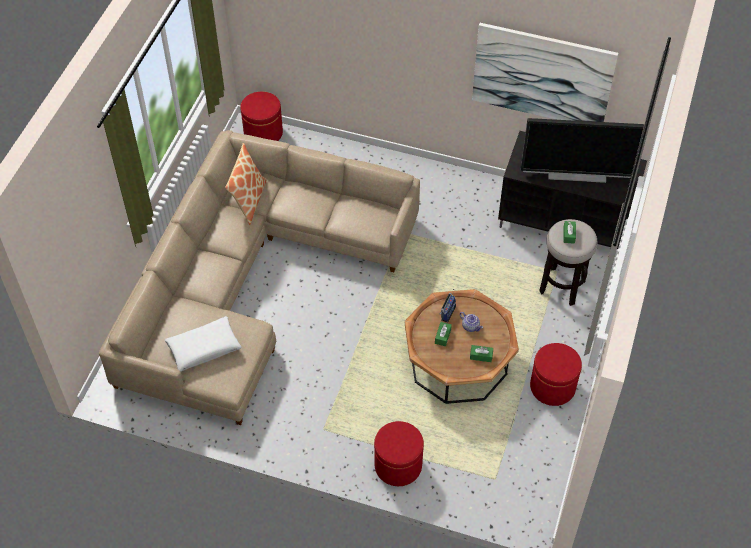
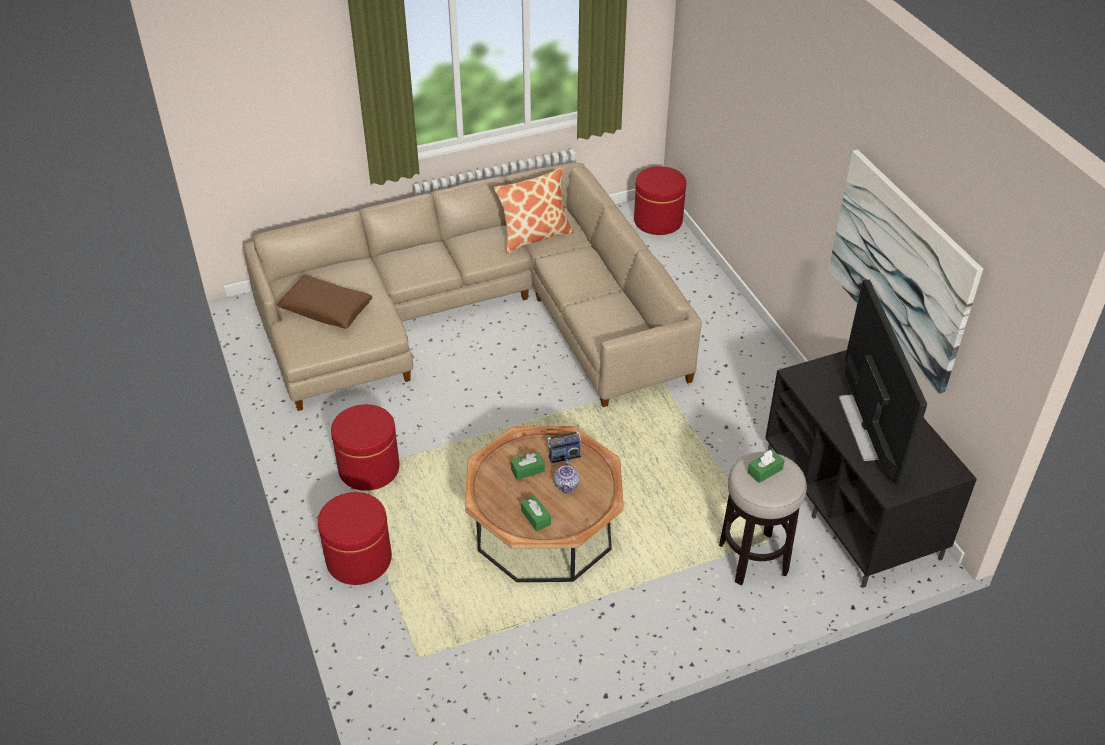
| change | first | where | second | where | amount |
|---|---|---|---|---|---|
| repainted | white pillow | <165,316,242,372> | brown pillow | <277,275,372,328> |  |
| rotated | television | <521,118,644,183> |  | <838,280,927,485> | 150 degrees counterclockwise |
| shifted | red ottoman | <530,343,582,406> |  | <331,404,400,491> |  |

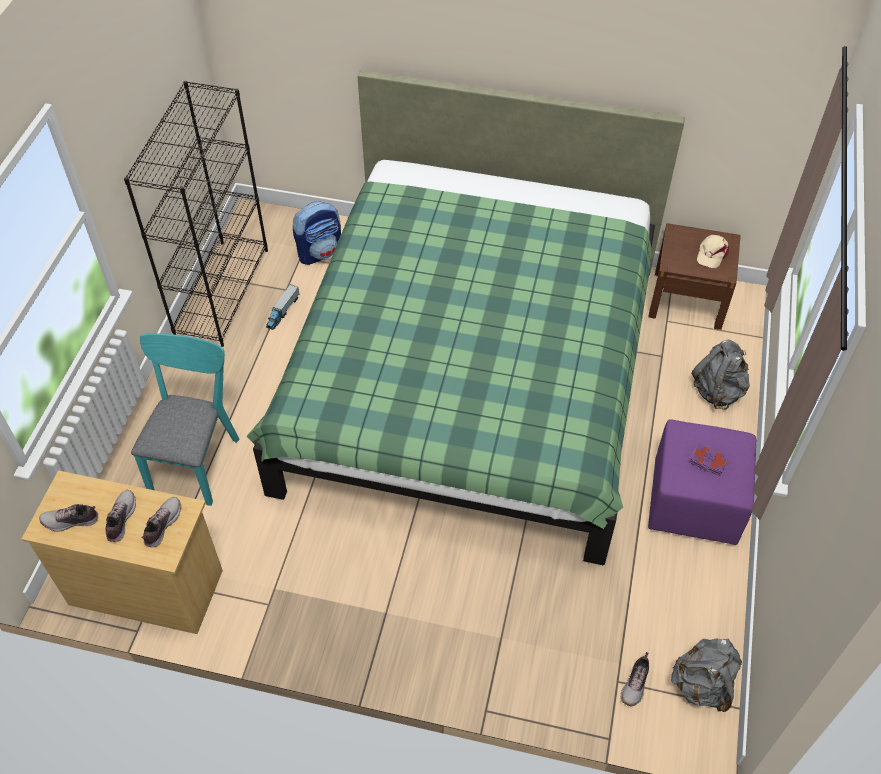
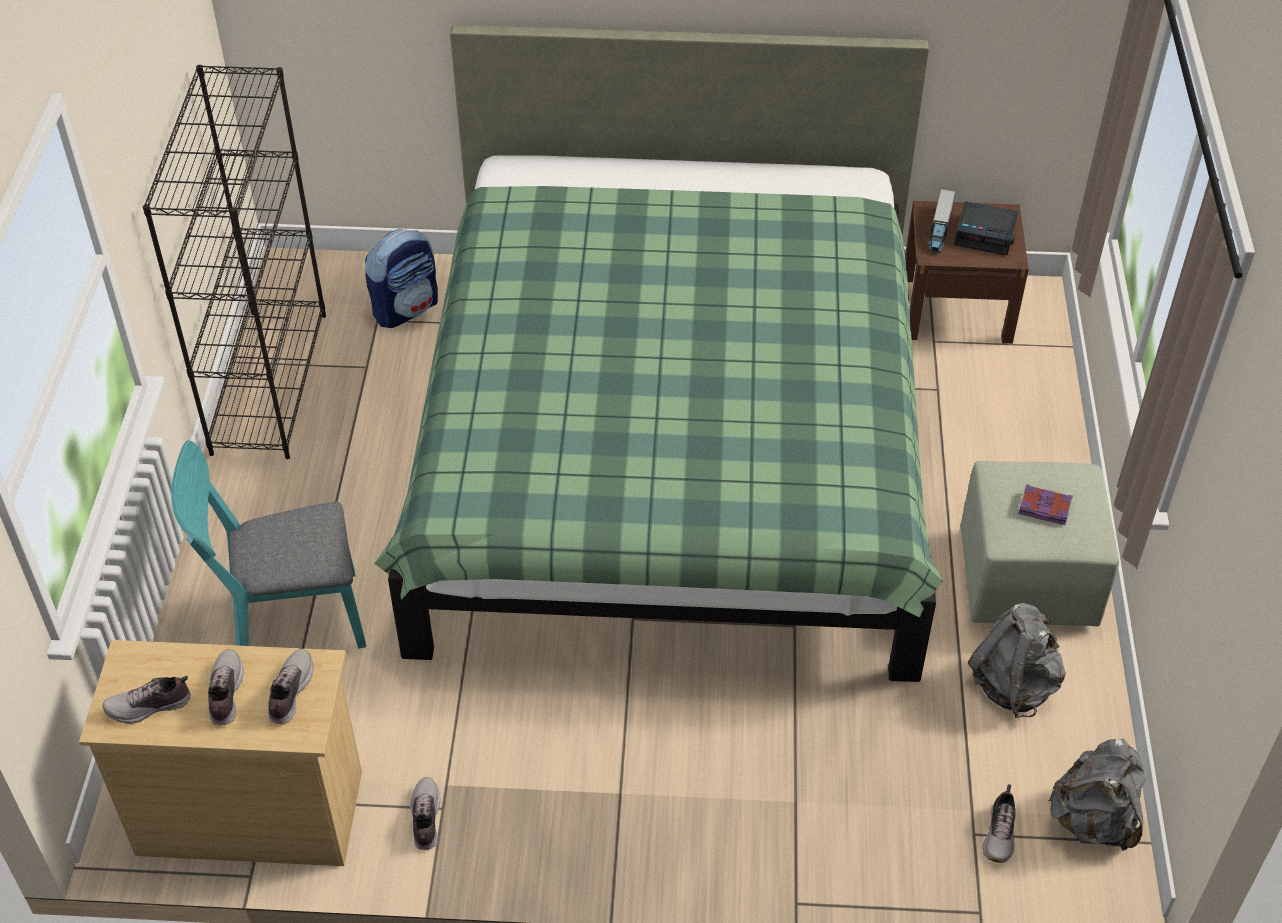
| change | first | where | second | where | amount |
|---|---|---|---|---|---|
| rotated | blue-green chair | <131,333,240,506> |  | <171,440,366,649> | 105 degrees counterclockwise |
| shifted | toy truck | <266,284,299,330> |  | <928,188,955,253> |  |
| repainted | purple ottoman | <648,419,756,545> | greenish ottoman | <960,461,1119,626> |  |
| shifted | greyish knapsack | <692,340,750,410> |  | <968,603,1066,718> |  |
| swapped | beige-coloured cap | <697,235,729,268> | bedside clock | <954,201,1018,255> |  |
| new |  |  | shoe | <410,777,441,850> |  |

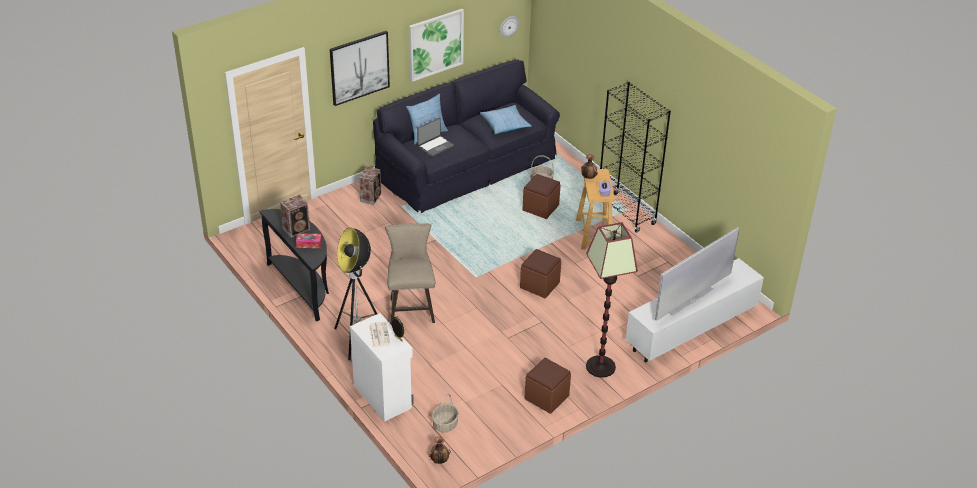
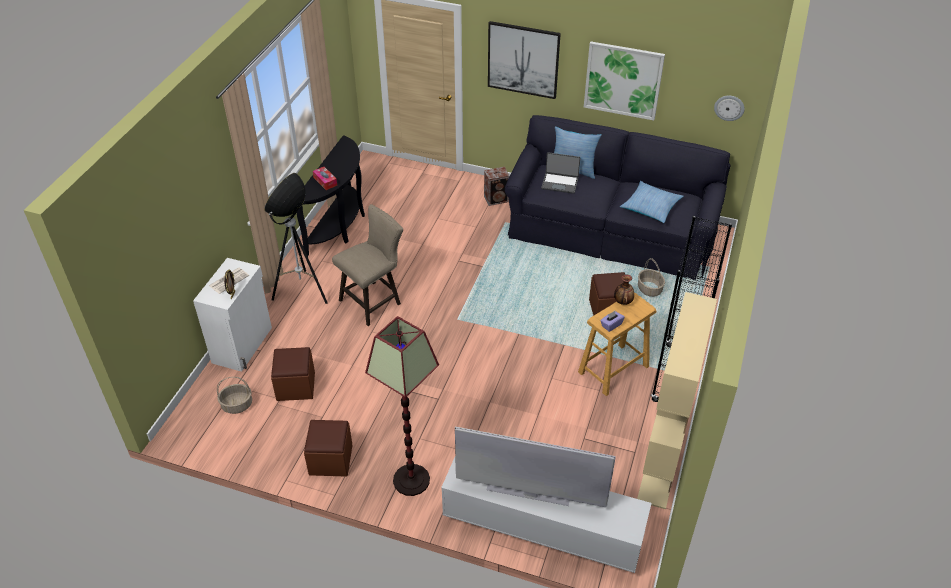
| change | first | where | second | where | amount |
|---|---|---|---|---|---|
| gone | speaker | <280,194,310,238> |  |  |  |
| gone | vase | <428,437,451,464> |  |  |  |
| shifted | brown ottoman | <520,249,561,298> |  | <271,347,315,401> |  |
| new |  |  | beige-coloured shelving unit | <637,292,717,509> |  |

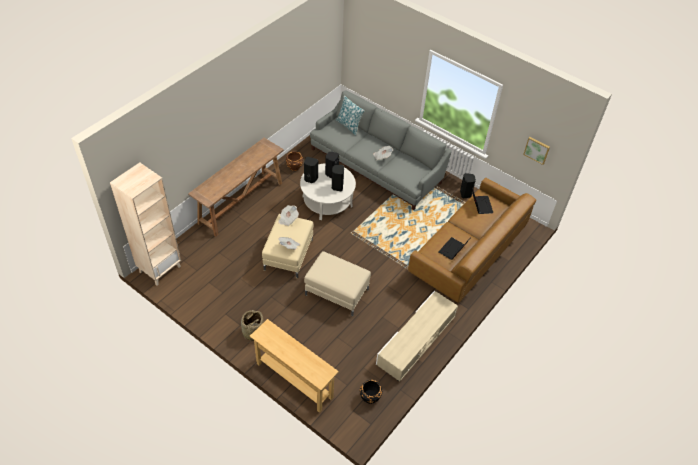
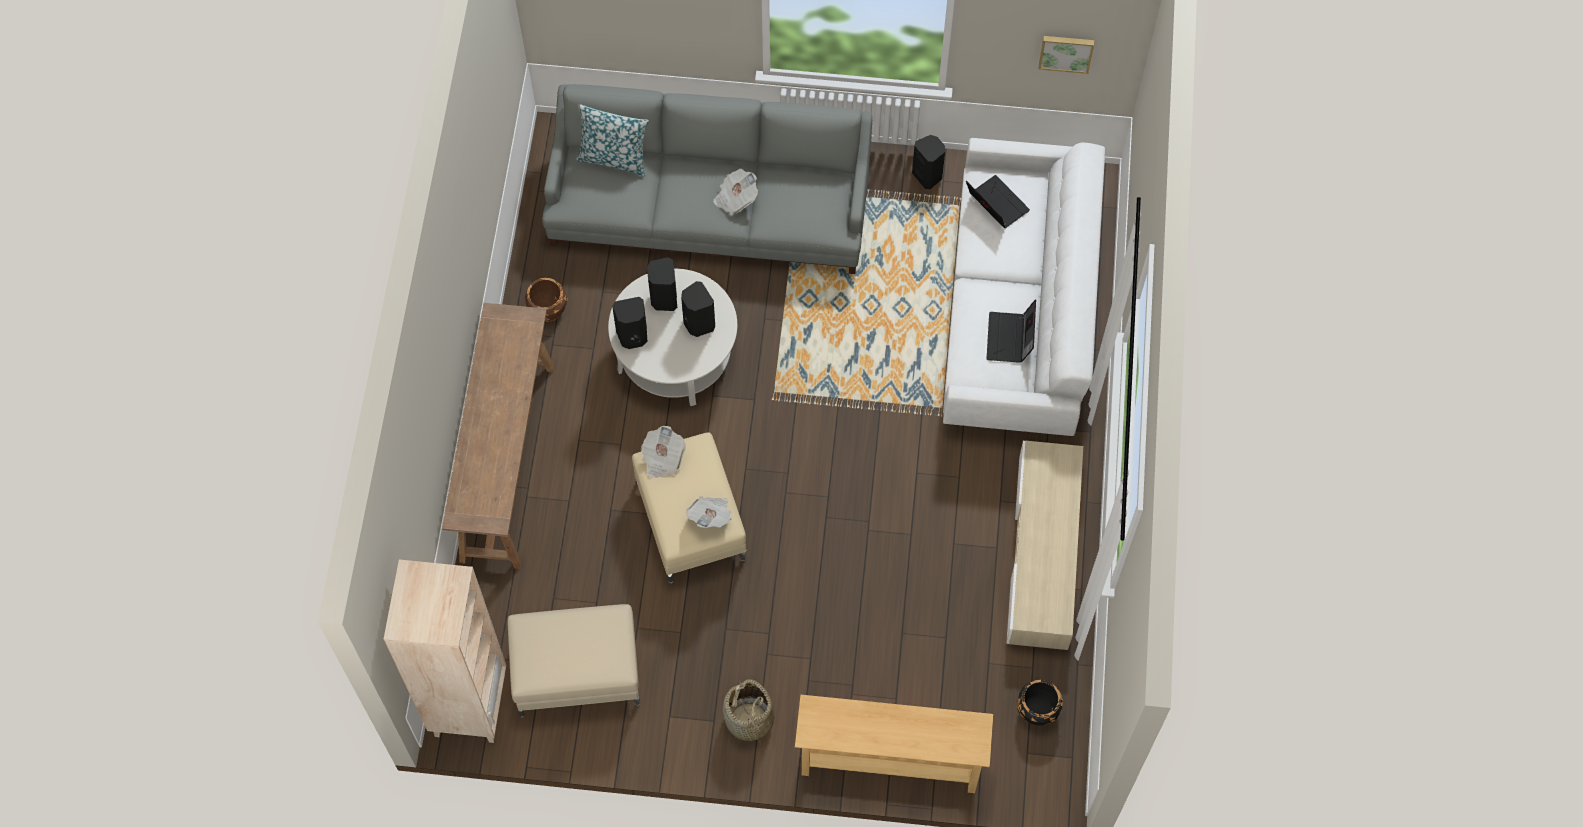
| change | first | where | second | where | amount |
|---|---|---|---|---|---|
| shifted | beige-coloured ottoman | <304,251,371,316> |  | <507,604,640,717> |  |
| repainted | brown couch | <408,177,536,303> | white couch | <943,138,1105,436> |  |

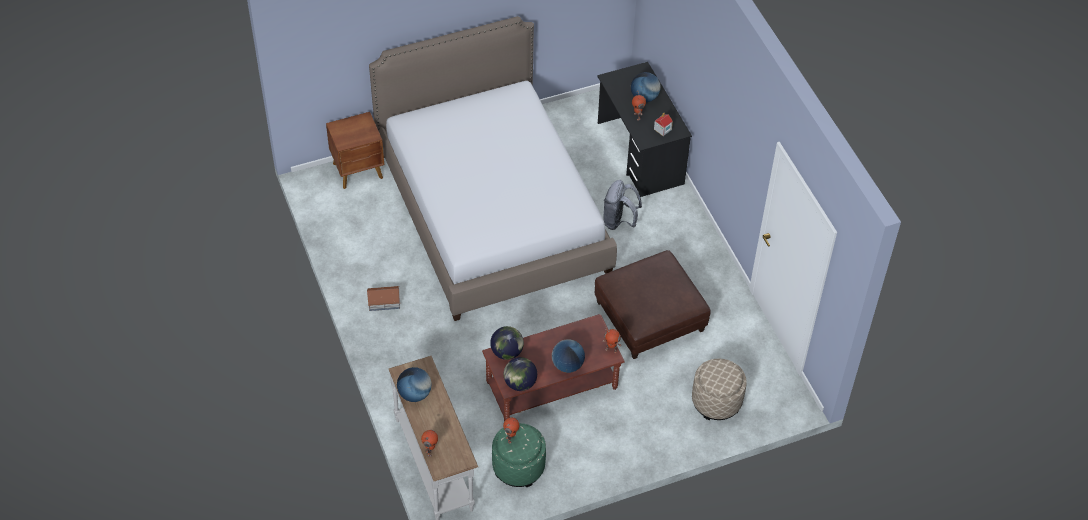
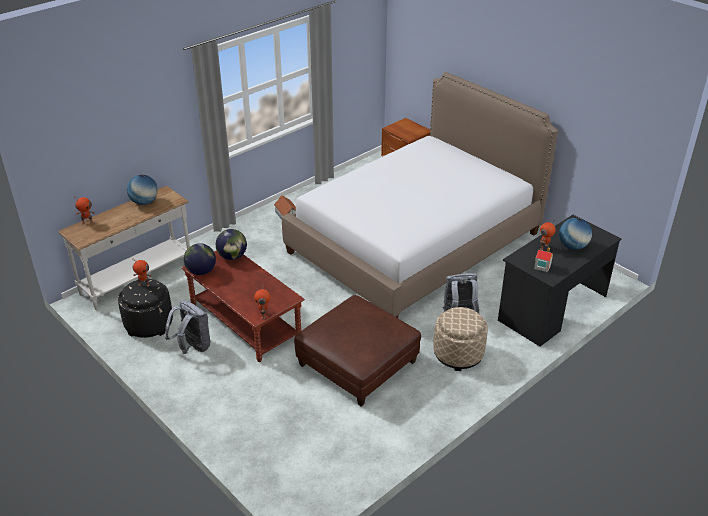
| change | first | where | second | where | amount |
|---|---|---|---|---|---|
| repainted | greenish ottoman | <492,423,546,487> | black-coloured ottoman | <118,279,173,338> |  |
| gone | world globe | <552,339,585,373> |  |  |  |
| shifted | beige-coloured ottoman | <692,359,747,420> |  | <433,307,488,371> |  |
| new |  |  | greyish knapsack | <165,301,210,354> |  |

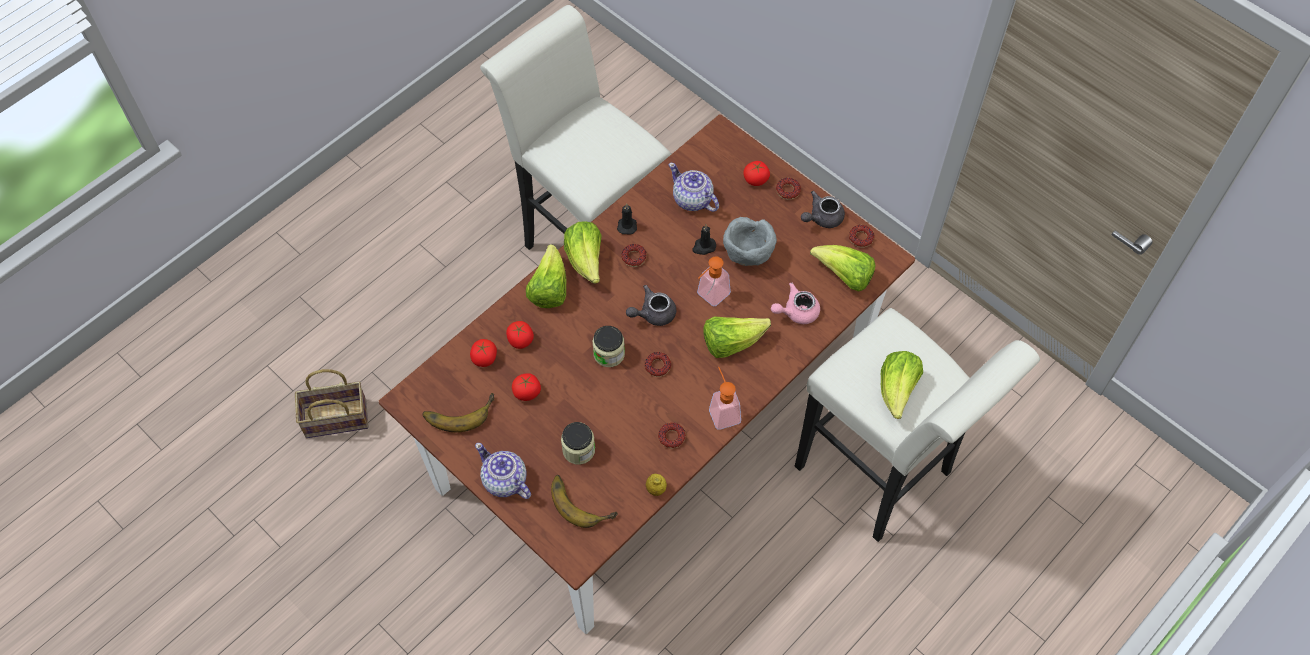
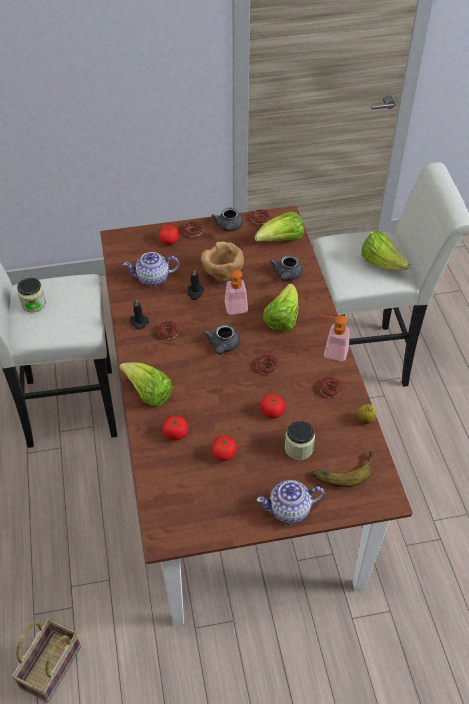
| change | first | where | second | where | amount |
|---|---|---|---|---|---|
| gone | banana fruit | <422,393,494,432> |  |  |  |
| shifted | whole tomato | <470,339,497,367> |  | <260,394,285,418> |  |
| gone | head of lettuce | <564,221,602,284> |  |  |  |
| shifted | storage jar | <593,326,625,367> |  | <17,278,46,312> |  |
| repainted | greyish serving bowl | <723,217,777,266> | brown serving bowl | <201,241,244,282> |  |
| repainted | pinkish pot for tea | <771,282,820,324> | greyish pot for tea | <270,255,303,281> |  |

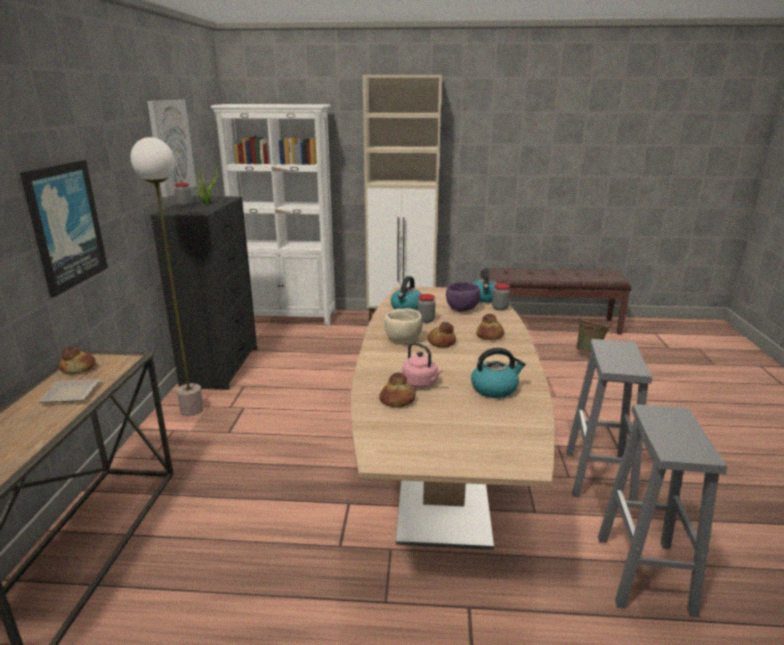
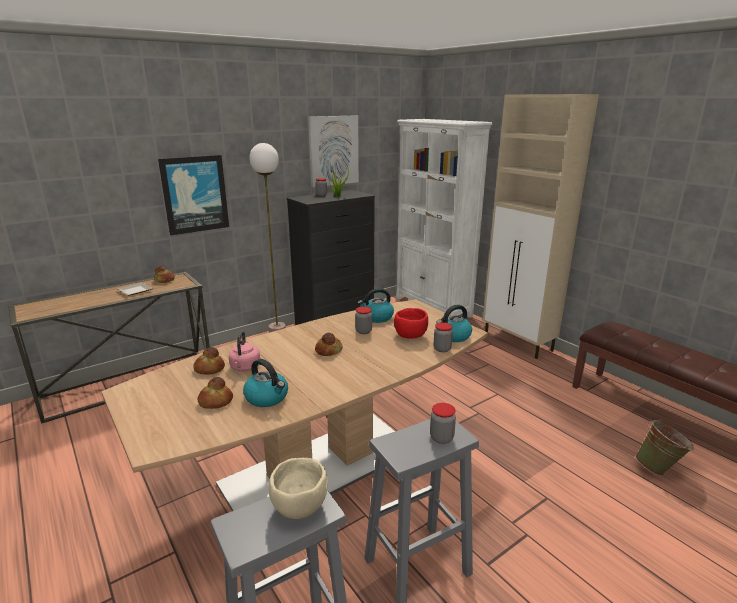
| change | first | where | second | where | amount |
|---|---|---|---|---|---|
| shifted | beige-coloured serving bowl | <384,308,423,342> |  | <269,458,328,519> |  |
| repainted | purple serving bowl | <446,282,480,312> | red serving bowl | <394,308,428,339> |  |
| shifted | bakery bread | <476,314,504,340> |  | <198,377,233,409> |  |
| new |  |  | storage jar | <430,403,456,444> |  |

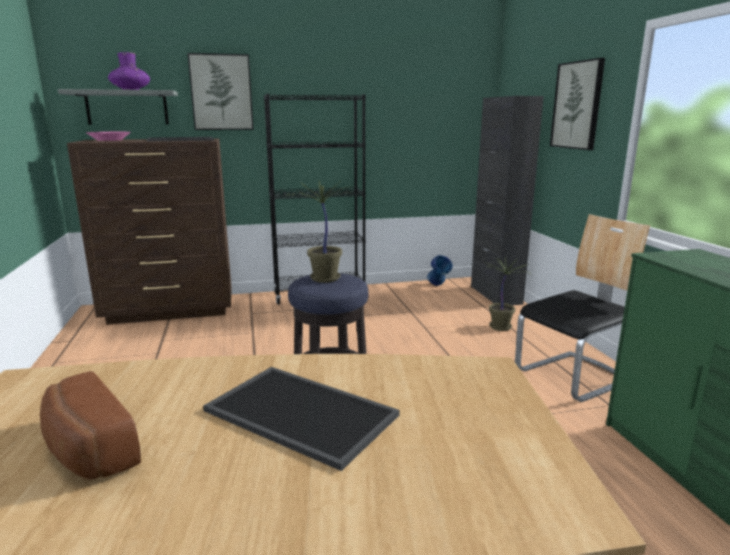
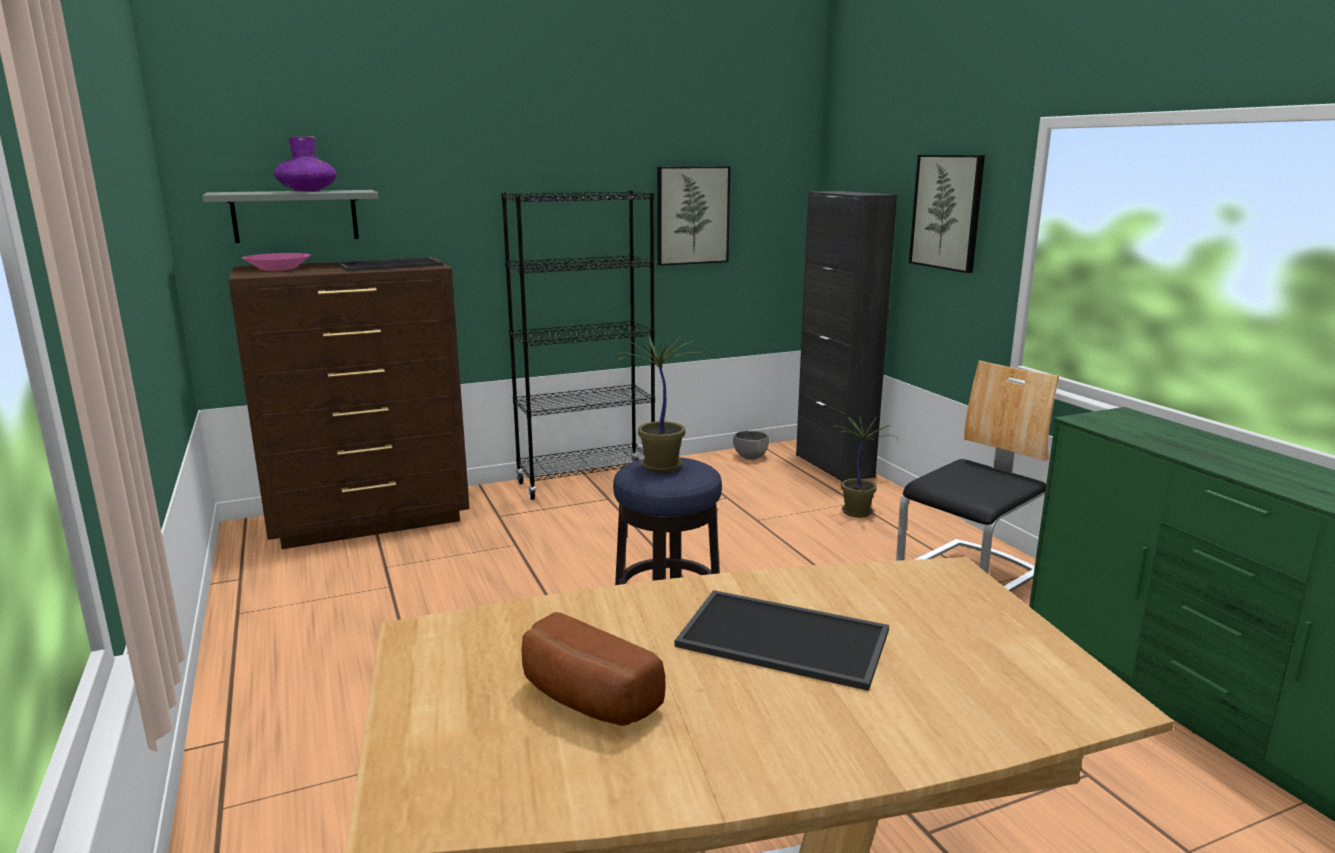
| change | first | where | second | where | amount |
|---|---|---|---|---|---|
| shifted | wall picture | <187,53,254,130> |  | <657,166,730,266> |  |
| swapped | bluish vase | <427,255,453,286> | greyish serving bowl | <733,431,769,460> |  |

